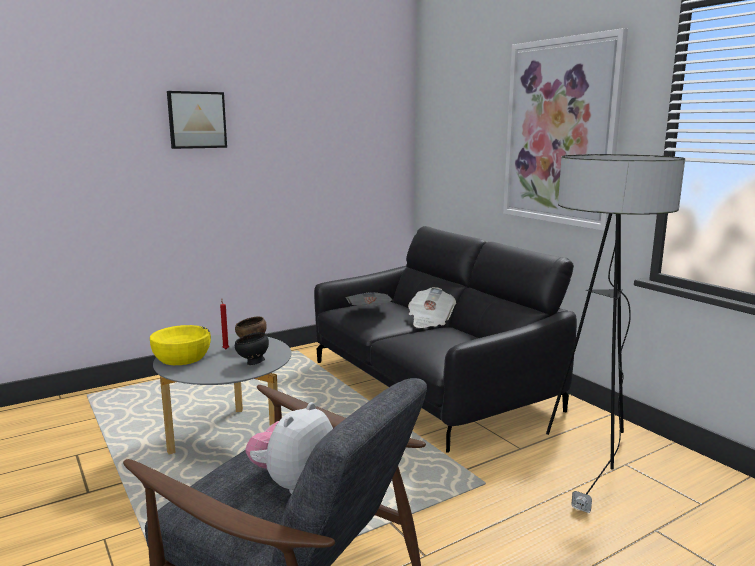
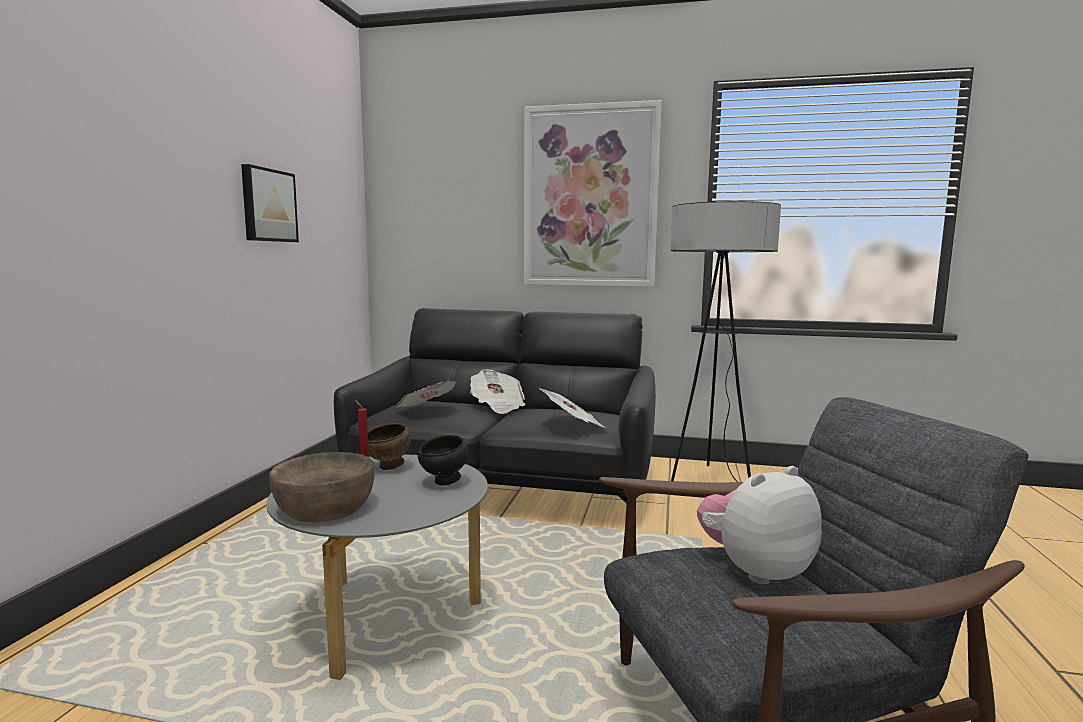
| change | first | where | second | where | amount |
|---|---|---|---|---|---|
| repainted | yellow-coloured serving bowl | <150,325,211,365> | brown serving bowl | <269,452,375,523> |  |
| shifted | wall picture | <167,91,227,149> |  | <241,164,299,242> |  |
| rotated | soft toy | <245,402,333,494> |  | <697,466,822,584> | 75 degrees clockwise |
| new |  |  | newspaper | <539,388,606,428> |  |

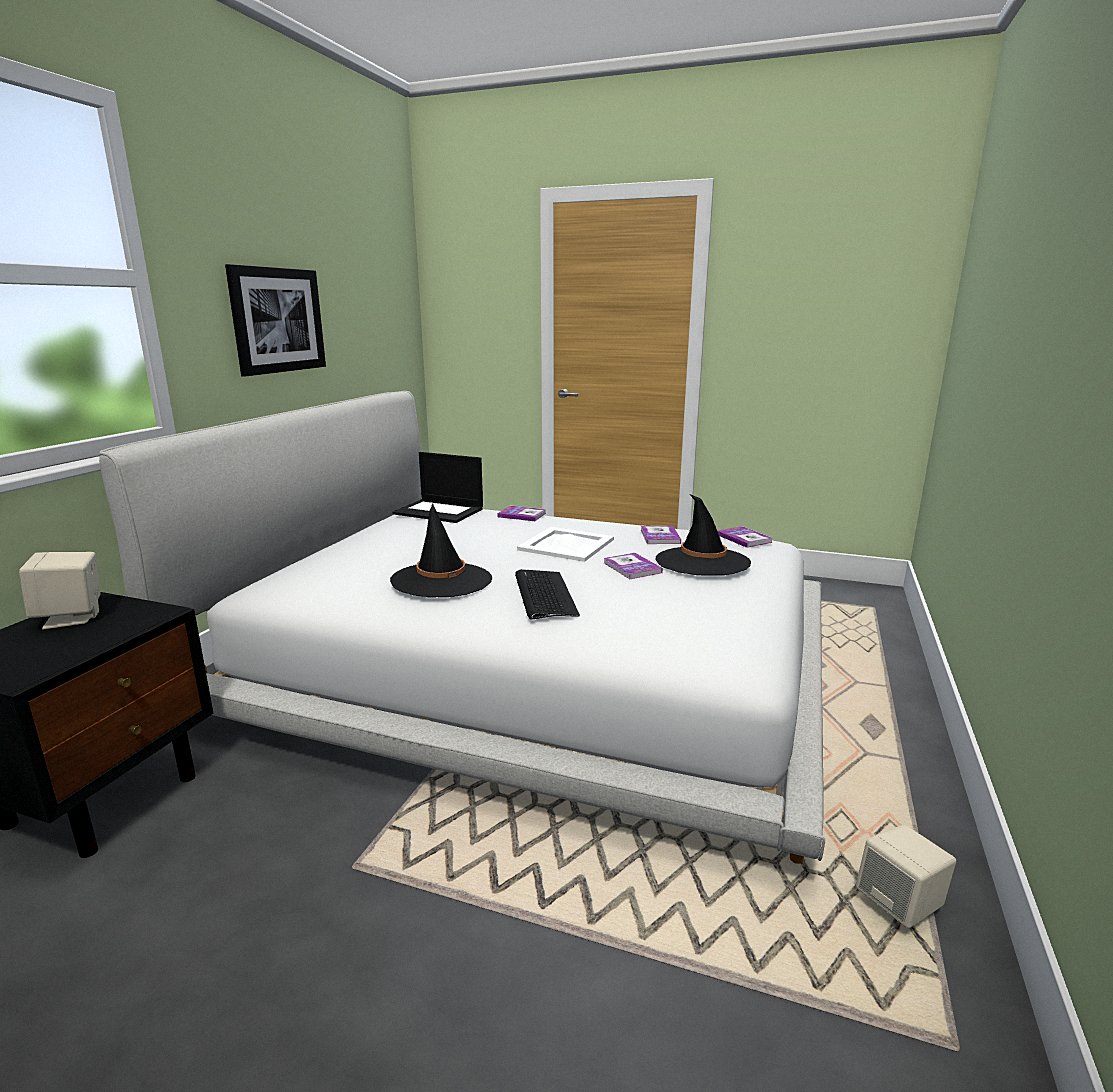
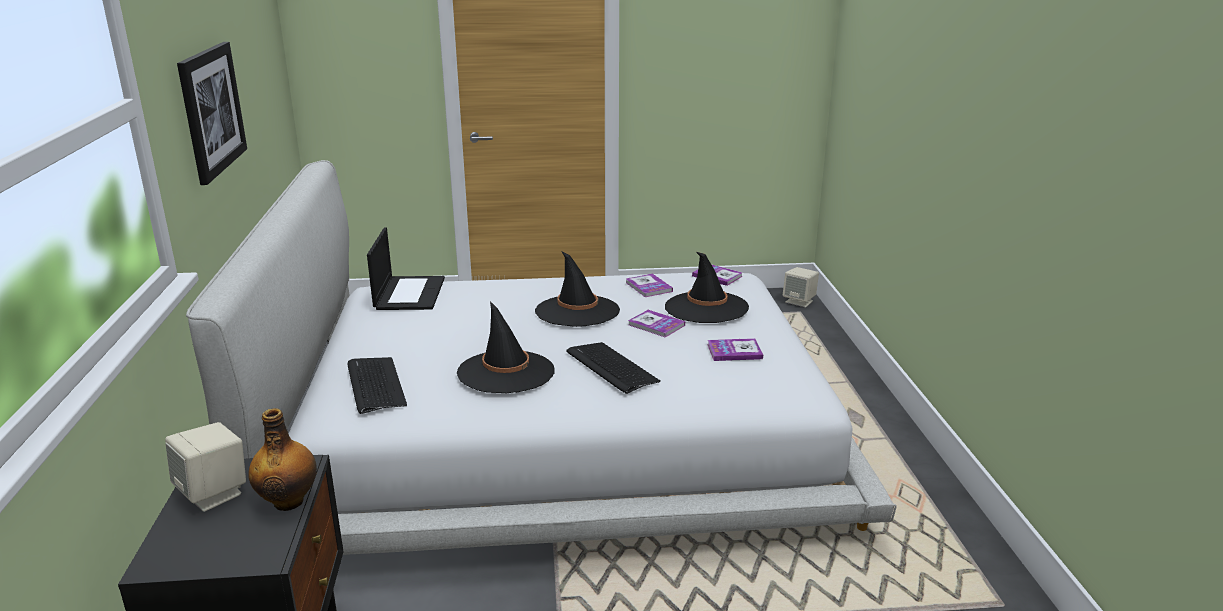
| change | first | where | second | where | amount |
|---|---|---|---|---|---|
| rotated | portable computer | <393,452,483,523> |  | <367,227,445,310> | 90 degrees counterclockwise |
| shifted | volume | <498,506,546,521> |  | <707,338,763,361> |  |
| swapped | white tray | <517,527,614,562> | black-coloured hat | <535,251,620,327> |  |
| shifted | beige-coloured speaker | <856,824,956,928> |  | <783,267,819,307> |  |
| new |  |  | drink bottle | <248,408,317,511> |  |
| new |  |  | PC keyboard | <348,357,407,414> |  |

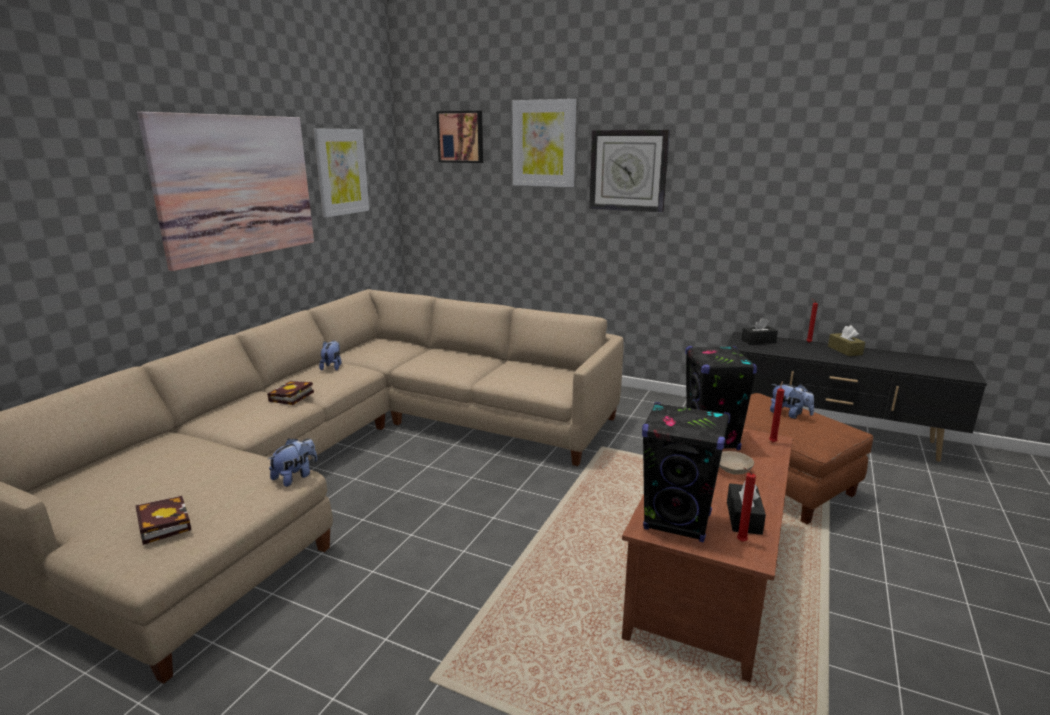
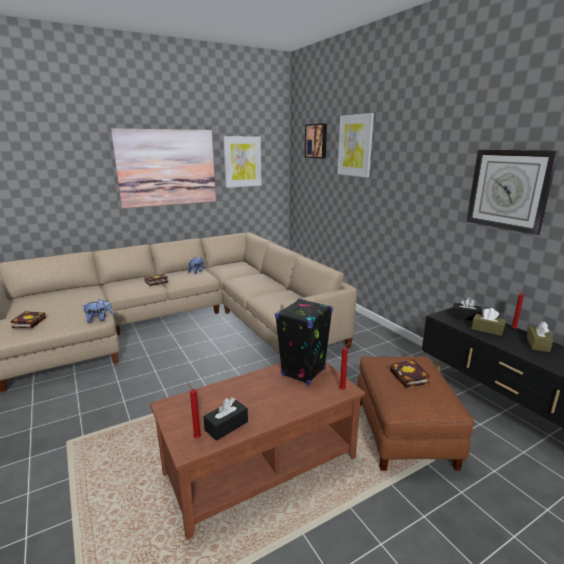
| change | first | where | second | where | amount |
|---|---|---|---|---|---|
| shifted | wall clock | <589,130,670,212> |  | <466,149,559,235> |  |
| gone | black-coloured speaker | <642,402,730,542> |  |  |  |
| gone | beige-coloured serving bowl | <719,451,754,474> |  |  |  |
| swapped | soft toy | <770,384,814,419> | volume | <390,360,430,388> |  |
| new |  |  | brown tissue box | <471,308,506,336> |  |

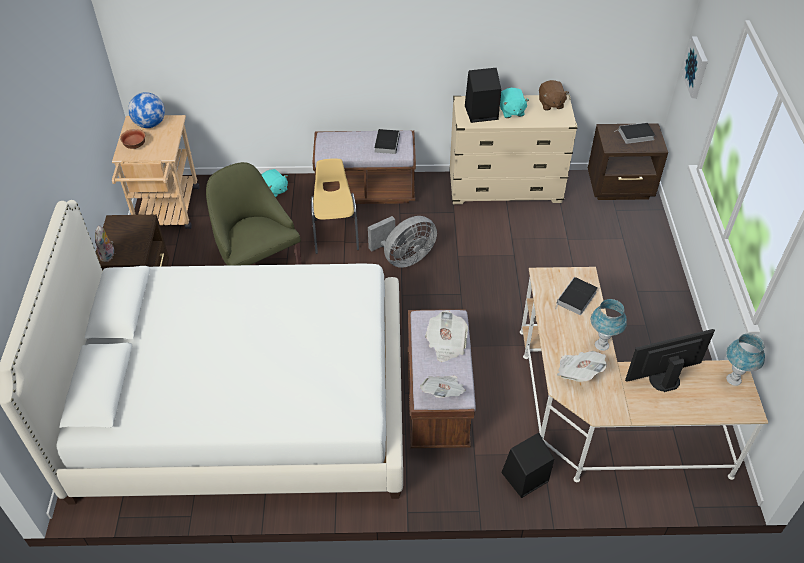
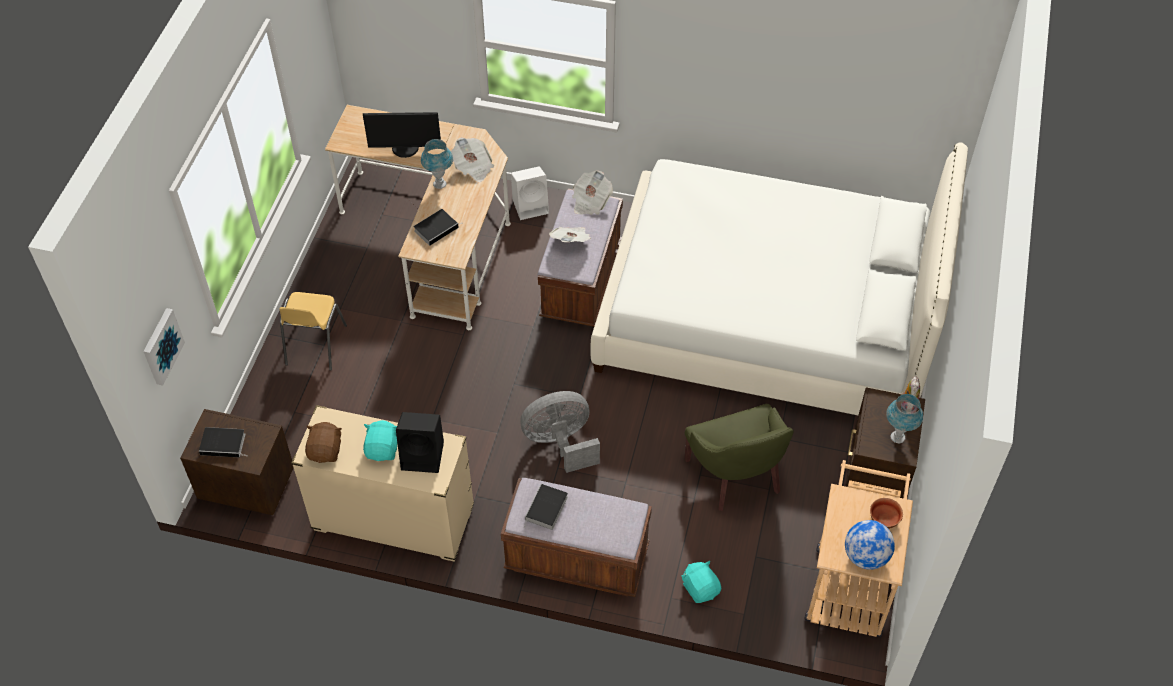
| change | first | where | second | where | amount |
|---|---|---|---|---|---|
| shifted | yellow-coloured chair | <311,158,359,254> |  | <279,292,347,371> |  |
| repainted | black-coloured speaker | <501,433,554,498> | white speaker | <511,166,549,220> |  |
| shifted | bluish tabletop lamp | <726,333,765,386> |  | <886,394,923,443> |  |

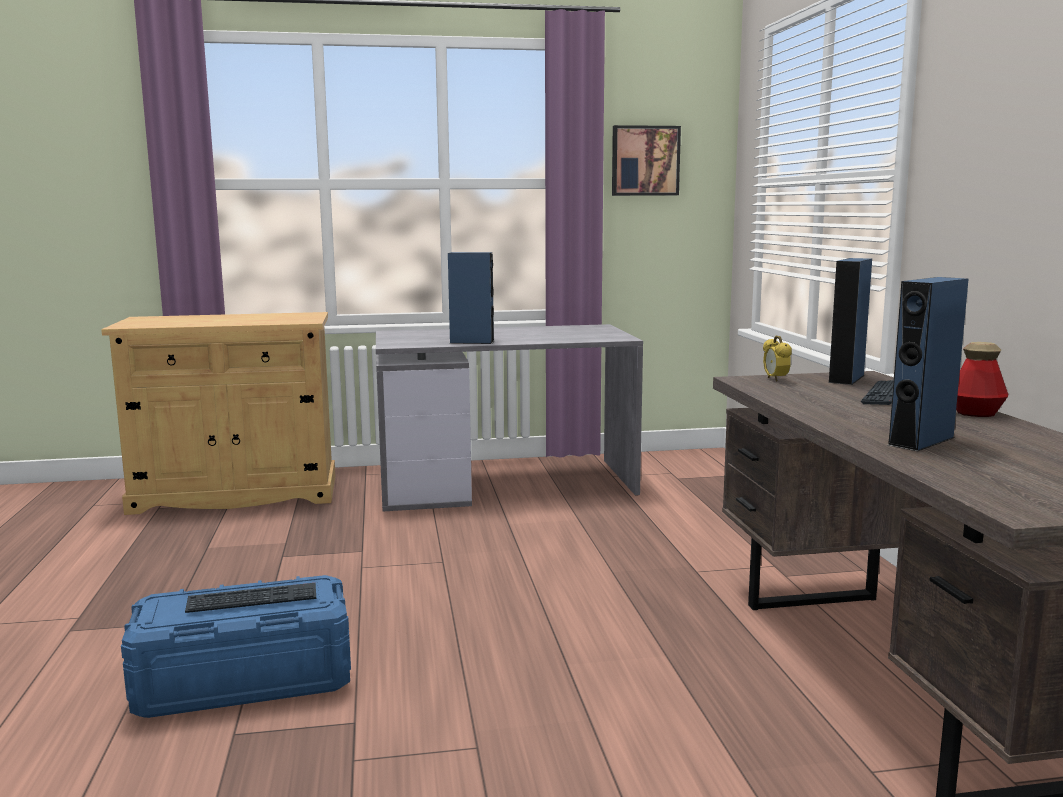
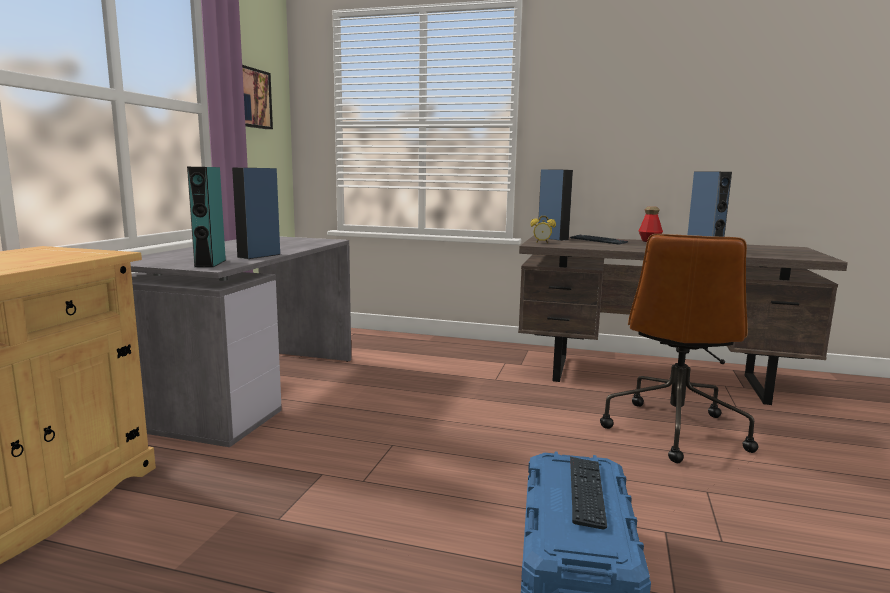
| change | first | where | second | where | amount |
|---|---|---|---|---|---|
| new |  |  | blue-green speaker | <187,167,226,267> |  |
| new |  |  | brown office chair | <600,234,758,463> |  |

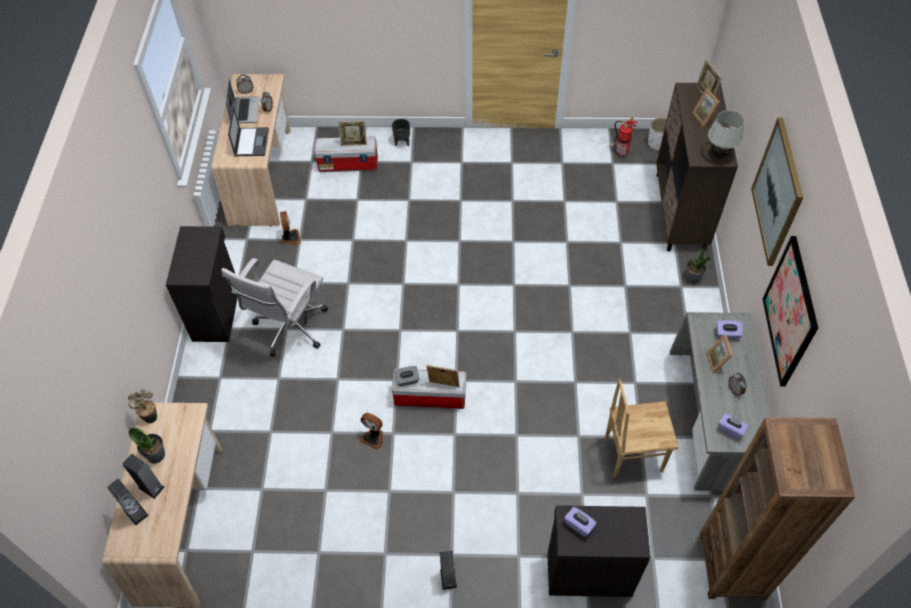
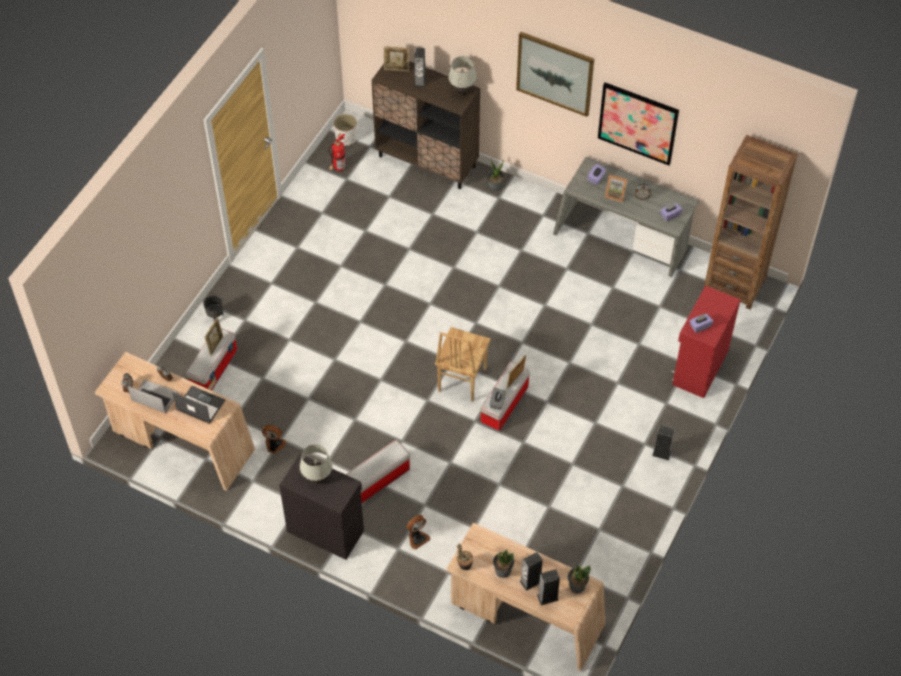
| change | first | where | second | where | amount |
|---|---|---|---|---|---|
| swapped | white office chair | <221,258,328,357> | storage box | <346,440,410,503> |  |
| shifted | cooling fan | <360,413,383,450> |  | <407,515,430,550> |  |
| repainted | black-coloured cabinet | <548,505,651,597> | red cabinet | <670,285,741,398> |  |
| shifted | brown chair | <605,379,679,478> |  | <435,327,491,402> |  |
| swapped | picture frame | <692,89,720,126> | speaker | <414,48,426,88> |  |
| new |  |  | white tabletop lamp | <300,444,333,484> |  |
| new |  |  | houseplant | <567,565,591,593> |  |

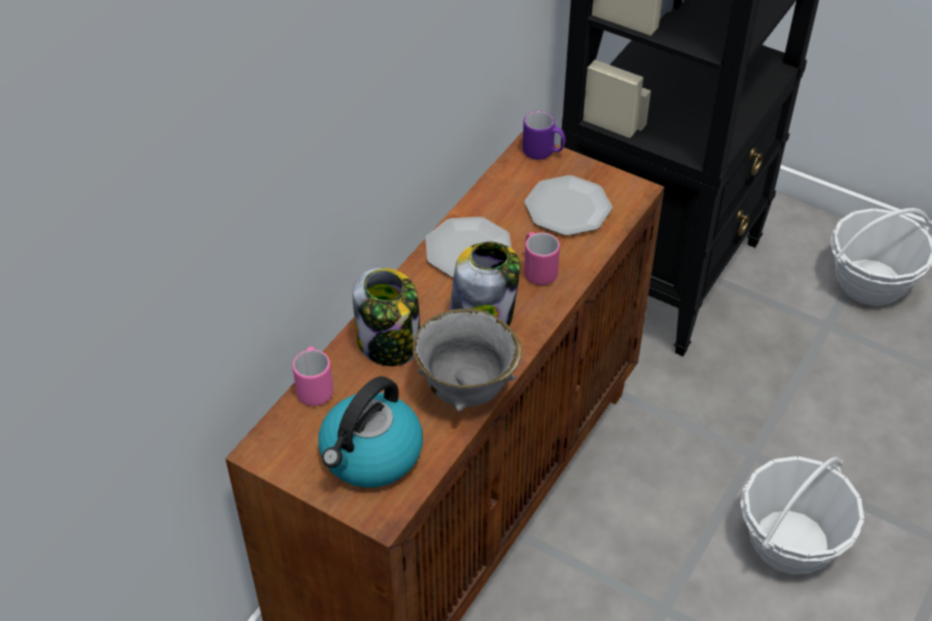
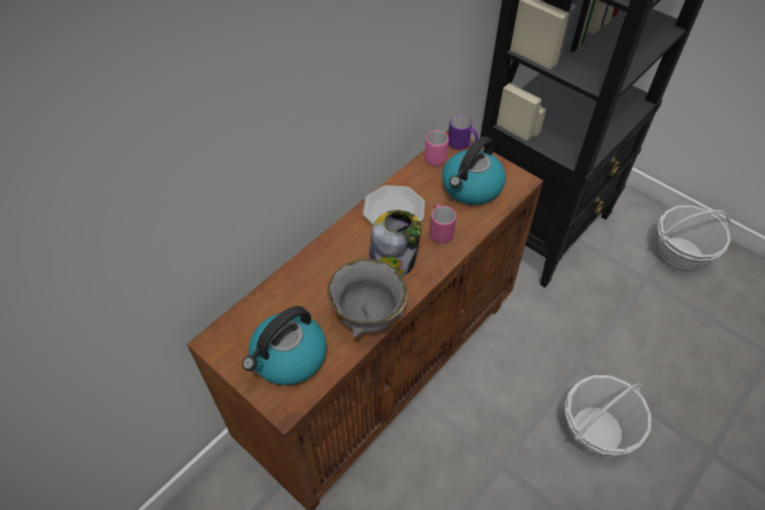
| change | first | where | second | where | amount |
|---|---|---|---|---|---|
| shifted | pinkish mug | <293,347,333,406> |  | <425,130,449,166> |  |
| gone | storage jar | <353,268,420,366> |  |  |  |
| swapped | flat dish | <524,175,612,236> | kettle | <442,136,506,205> |  |

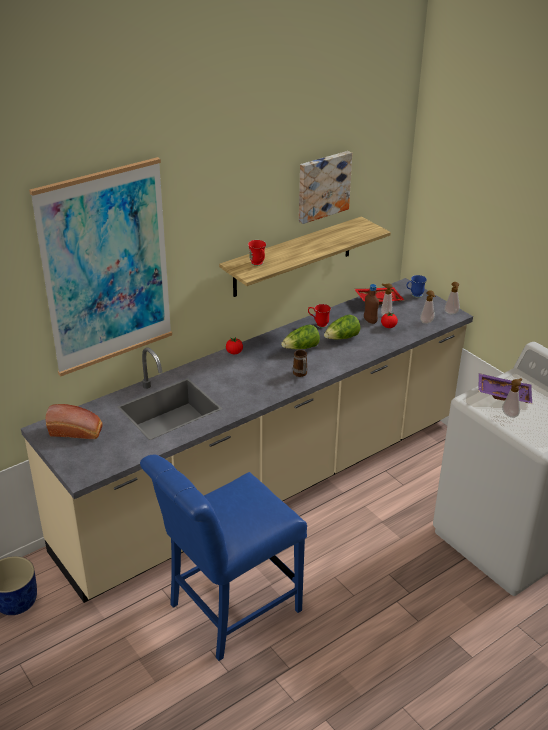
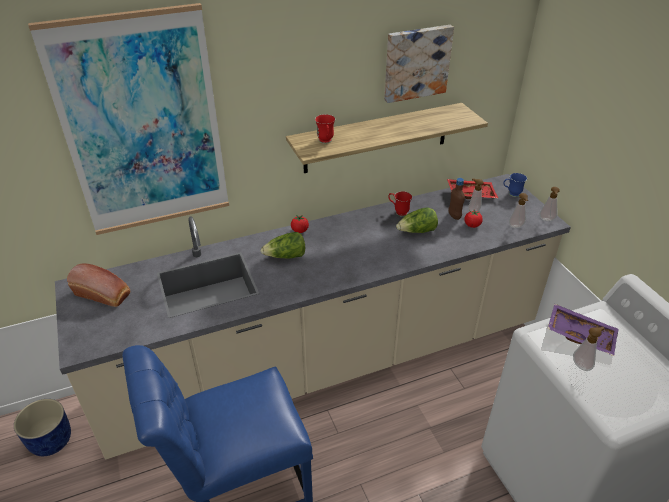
| change | first | where | second | where | amount |
|---|---|---|---|---|---|
| shifted | head of lettuce | <281,324,320,349> |  | <261,232,305,259> |  |
| gone | mug | <293,350,308,377> |  |  |  |

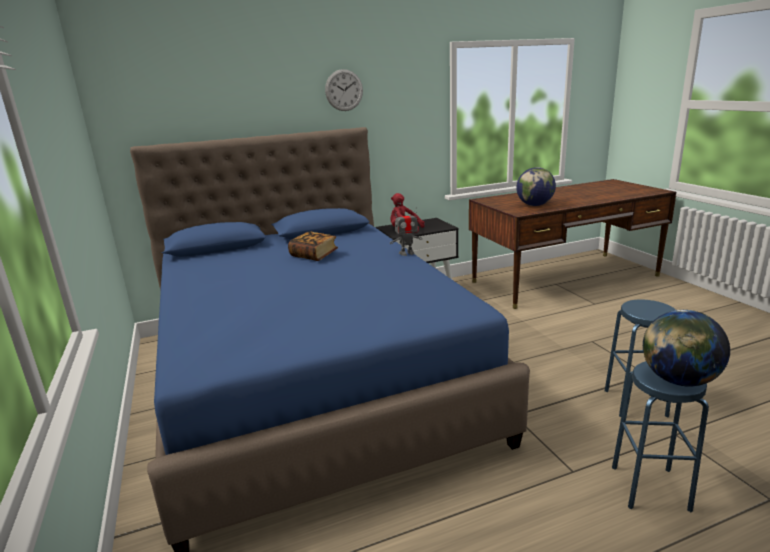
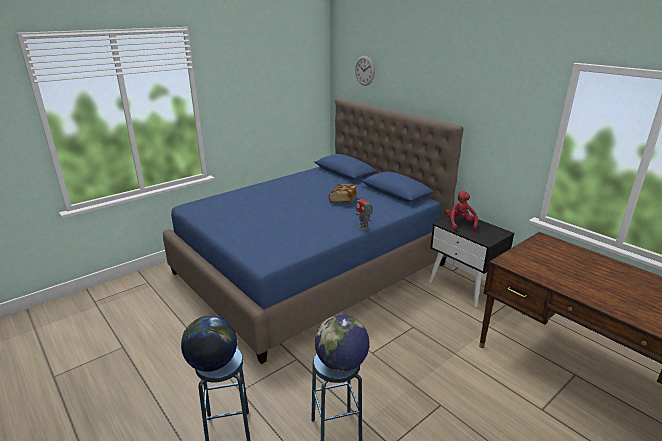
| change | first | where | second | where | amount |
|---|---|---|---|---|---|
| shifted | wall clock | <325,69,363,111> |  | <355,56,375,86> |  |
| shifted | world globe | <516,167,556,206> |  | <315,315,369,372> |  |

